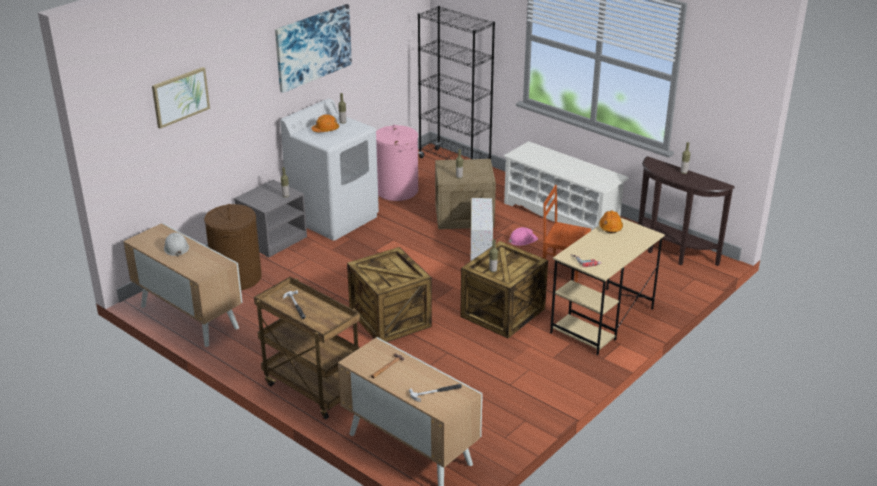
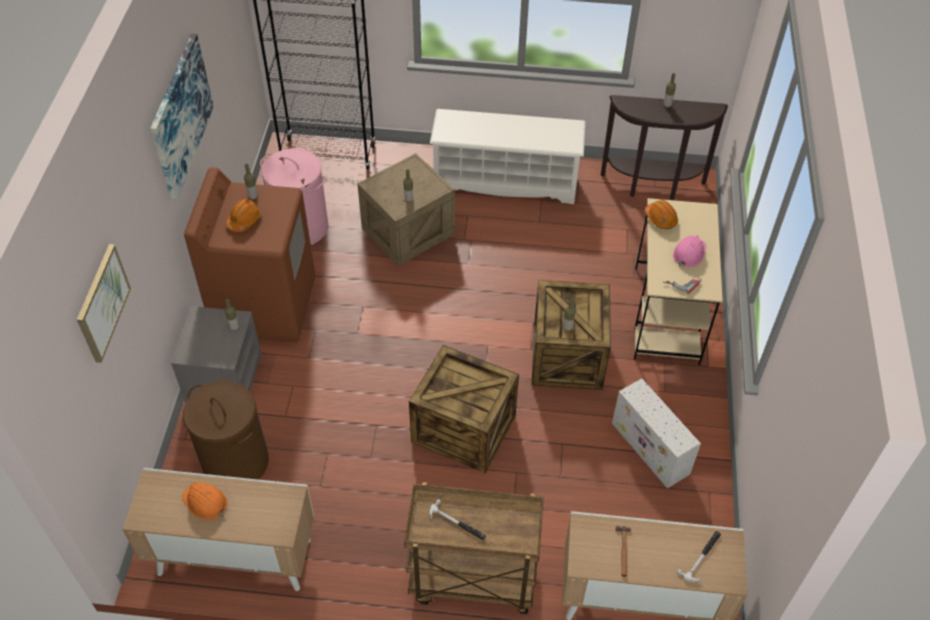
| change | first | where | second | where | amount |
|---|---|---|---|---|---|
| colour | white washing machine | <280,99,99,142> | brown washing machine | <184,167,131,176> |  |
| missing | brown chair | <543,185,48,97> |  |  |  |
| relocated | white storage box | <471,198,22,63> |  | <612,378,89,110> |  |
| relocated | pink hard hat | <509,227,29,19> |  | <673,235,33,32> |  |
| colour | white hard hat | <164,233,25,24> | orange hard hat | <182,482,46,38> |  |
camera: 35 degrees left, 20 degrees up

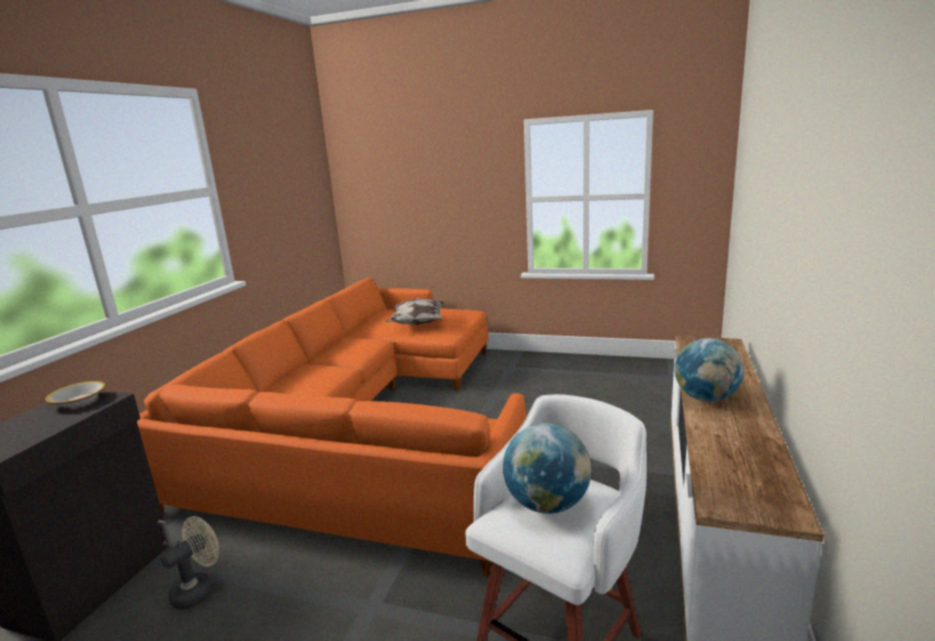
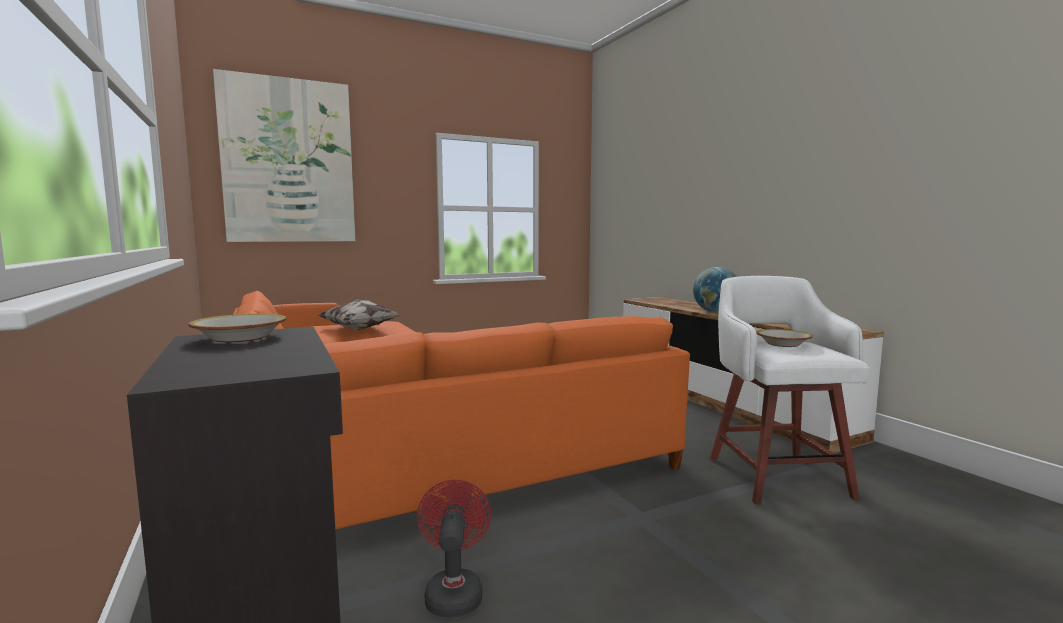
| change | first | where | second | where | amount |
|---|---|---|---|---|---|
| exchanged | globe | <503,423,88,91> | bowl | <756,329,57,18> |  |
| colour | beige fan | <160,516,59,94> | red fan | <417,480,74,137> |  |
| appeared |  |  | picture | <213,69,142,173> |  |
camera: 45 degrees left, 10 degrees down

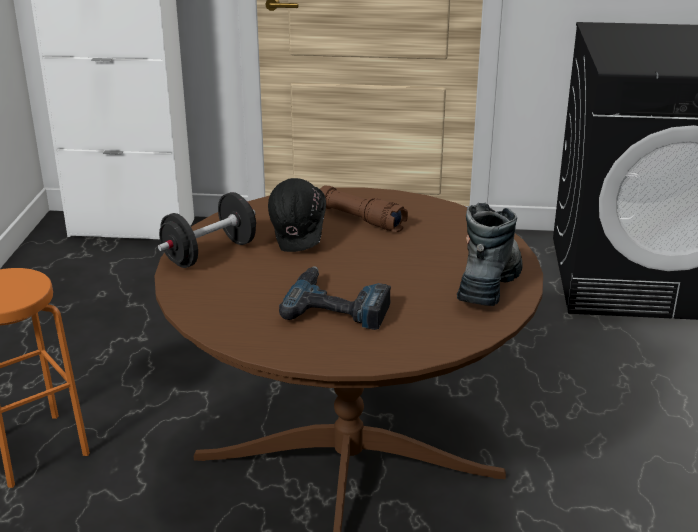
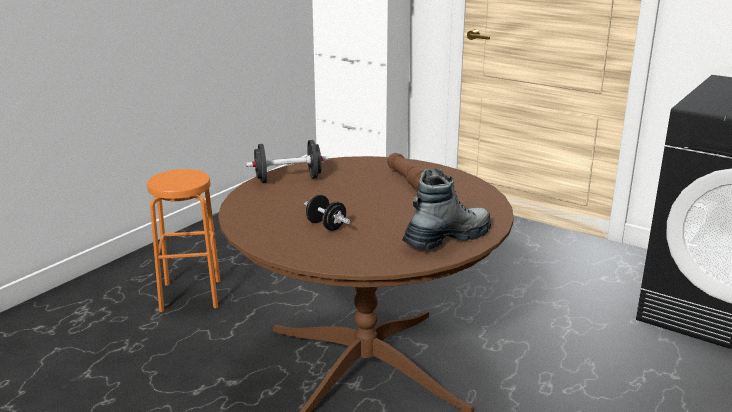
| change | first | where | second | where | amount |
|---|---|---|---|---|---|
| missing | black hard hat | <268,178,58,74> |  |  |  |
| exchanged | power drill | <279,266,112,64> | black dumbbell | <304,195,46,36> |  |
camera: 30 degrees right, 5 degrees down

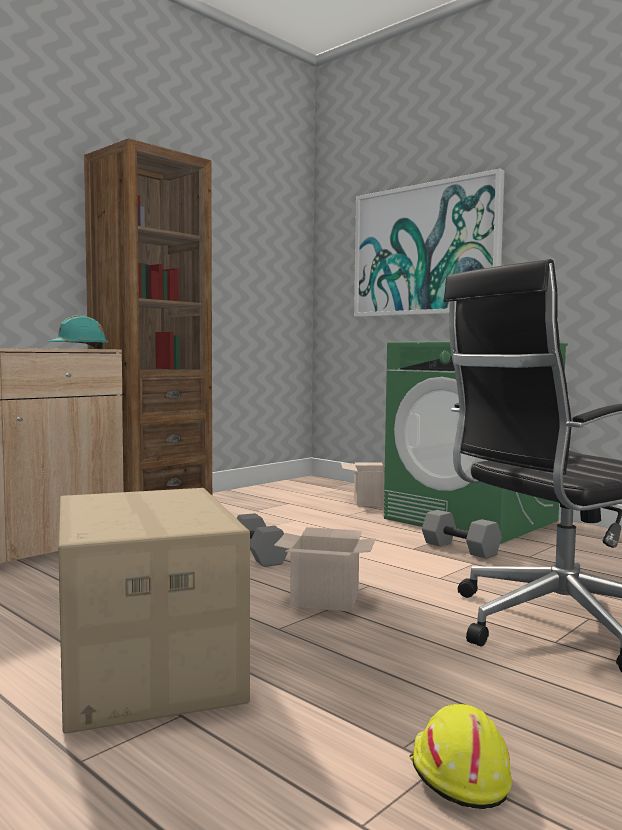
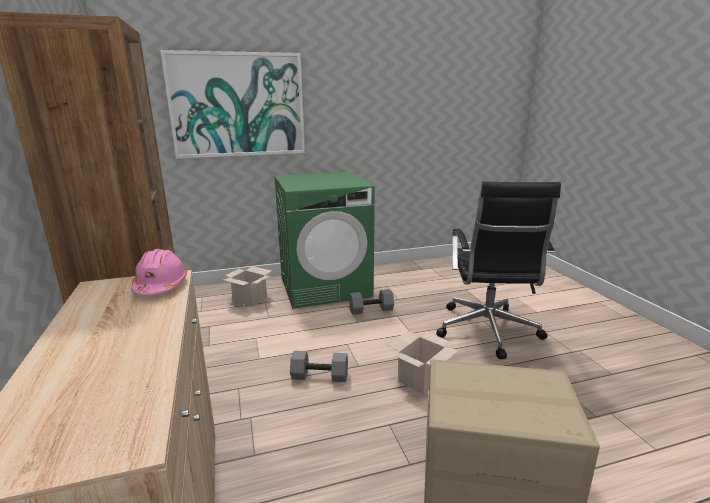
| change | first | where | second | where | amount |
|---|---|---|---|---|---|
| colour | turquoise hard hat | <48,315,61,34> | pink hard hat | <131,249,56,46> |  |
| missing | yellow hard hat | <410,704,102,105> |  |  |  |
camera: 60 degrees left, 15 degrees up

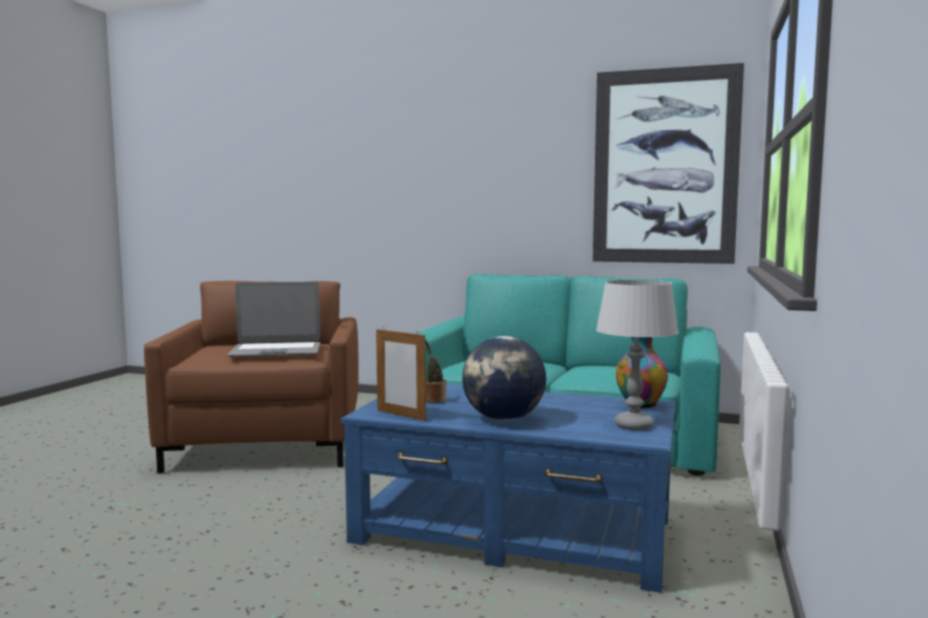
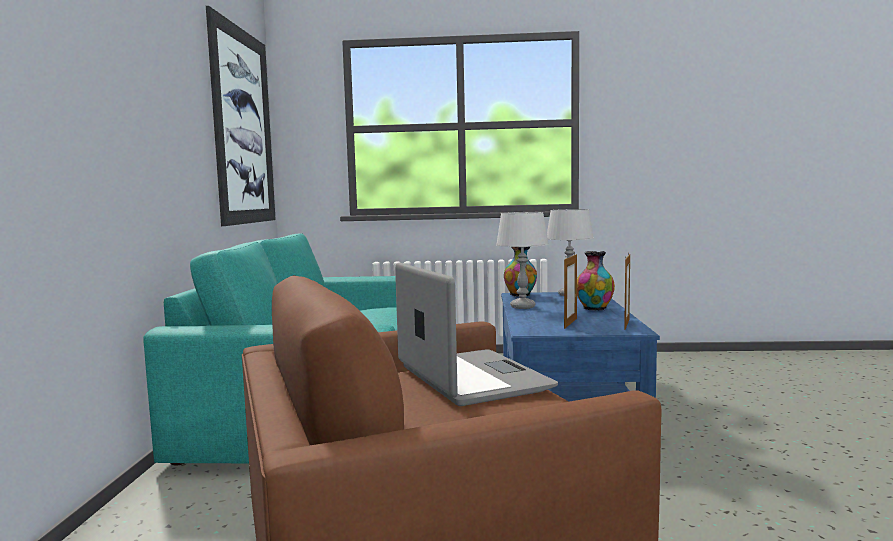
| change | first | where | second | where | amount |
|---|---|---|---|---|---|
| exchanged | globe | <462,336,84,85> | vase | <577,251,38,60> |  |
| exchanged | potted plant | <425,339,22,64> | picture frame | <564,254,13,75> |  |
| appeared |  |  | grey table lamp | <496,212,53,97> |  |
camera: 105 degrees left, 0 degrees up

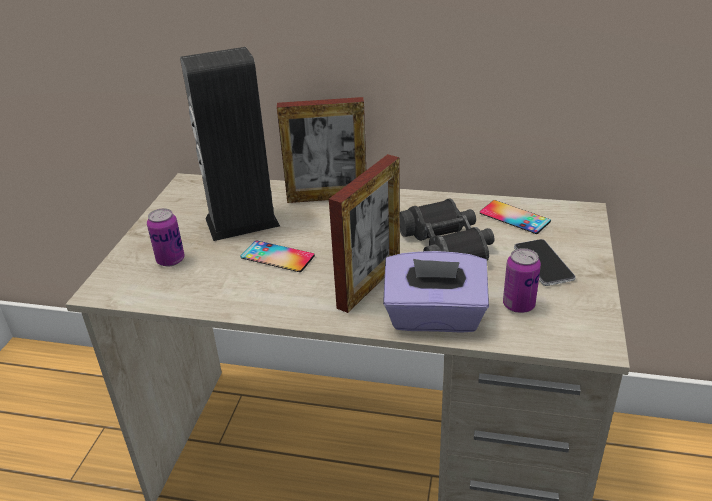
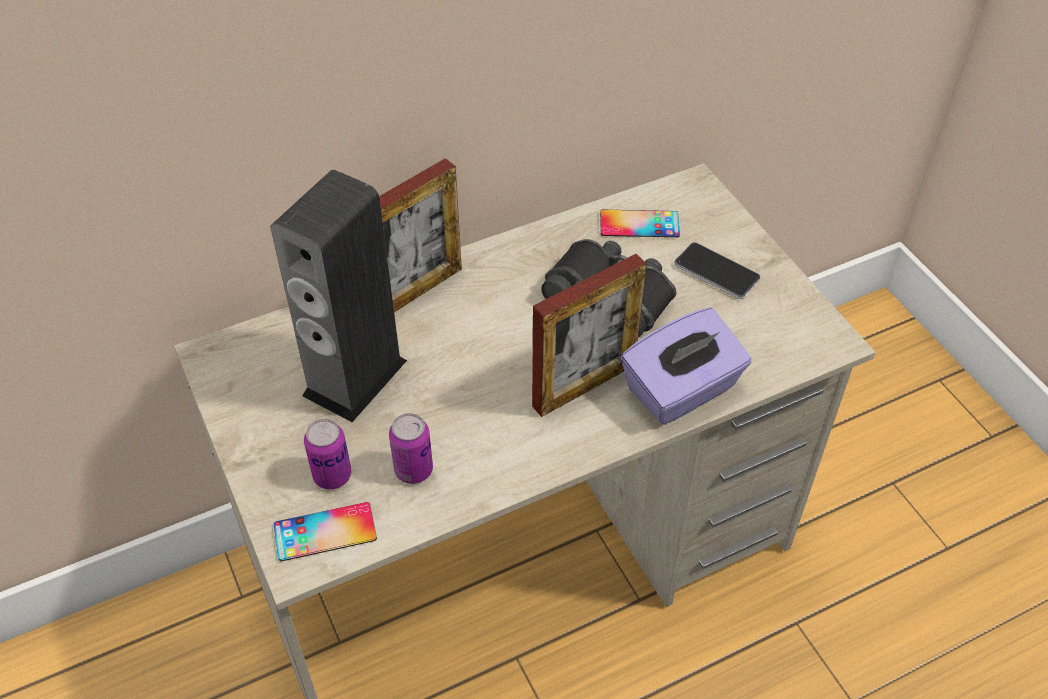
| change | first | where | second | where | amount |
|---|---|---|---|---|---|
| spun | picture frame | <329,154,71,159> |  | <532,254,115,163> | 60 degrees clockwise |
| relocated | phone | <241,240,74,32> |  | <274,502,103,59> |  |
| relocated | can | <503,248,38,65> |  | <389,413,44,71> |  |
camera: 40 degrees left, 15 degrees up

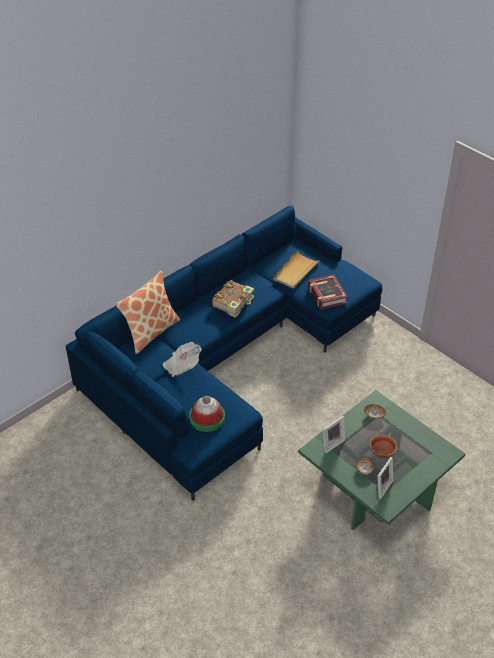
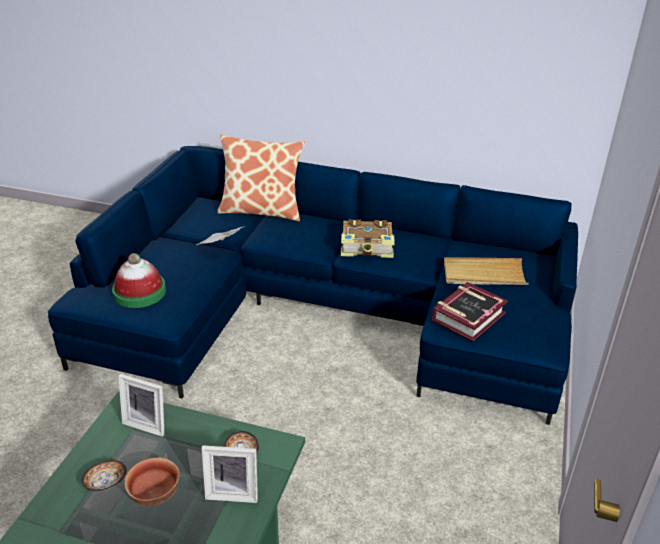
| change | first | where | second | where | amount |
|---|---|---|---|---|---|
| relocated | picture frame | <376,457,17,42> |  | <201,445,57,58> |  |
camera: 60 degrees right, 10 degrees down

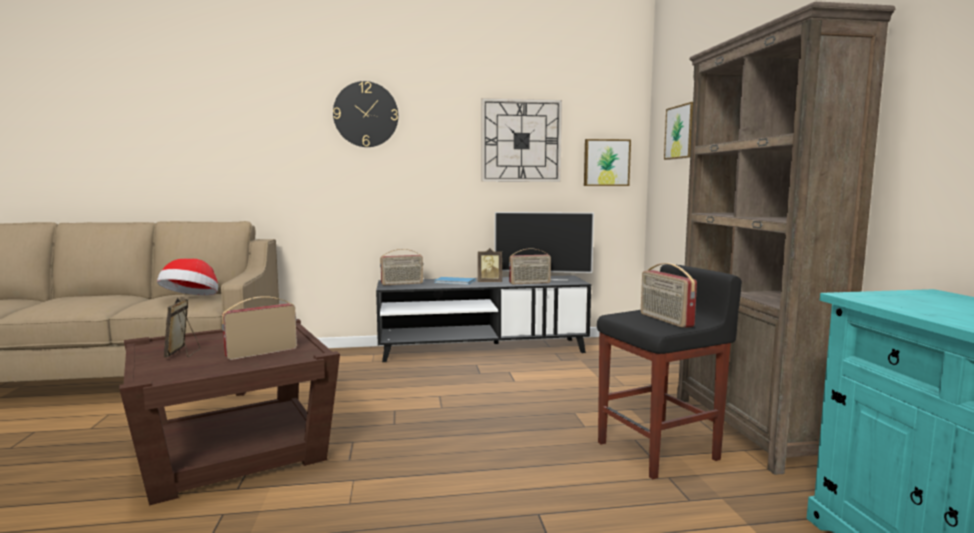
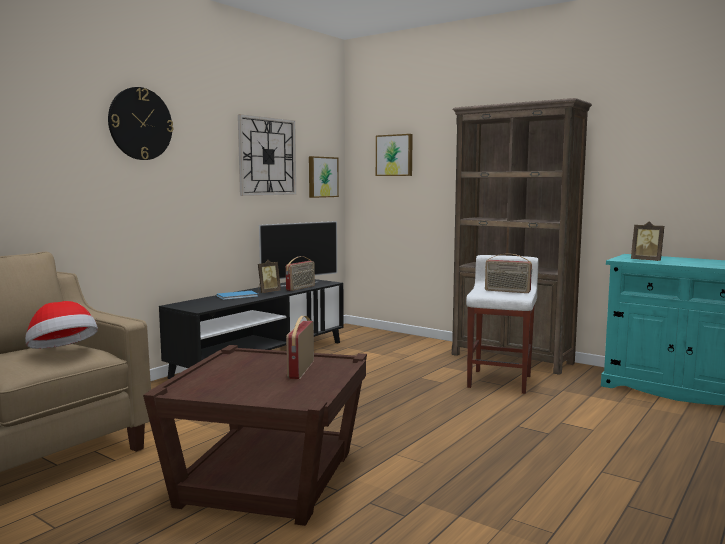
| change | first | where | second | where | amount |
|---|---|---|---|---|---|
| missing | radio | <380,249,43,36> |  |  |  |
| colour | black stool | <597,264,145,215> | white stool | <466,255,72,139> |  |
| relocated | picture frame | <164,297,36,61> |  | <631,221,33,40> |  |
camera: 45 degrees left, 0 degrees up

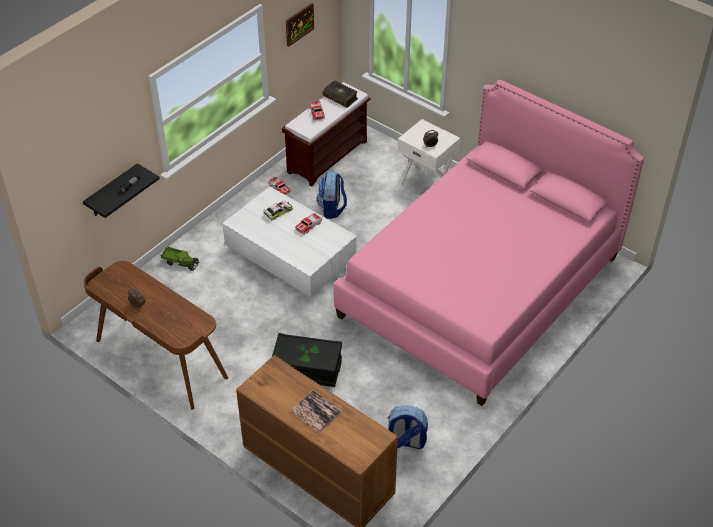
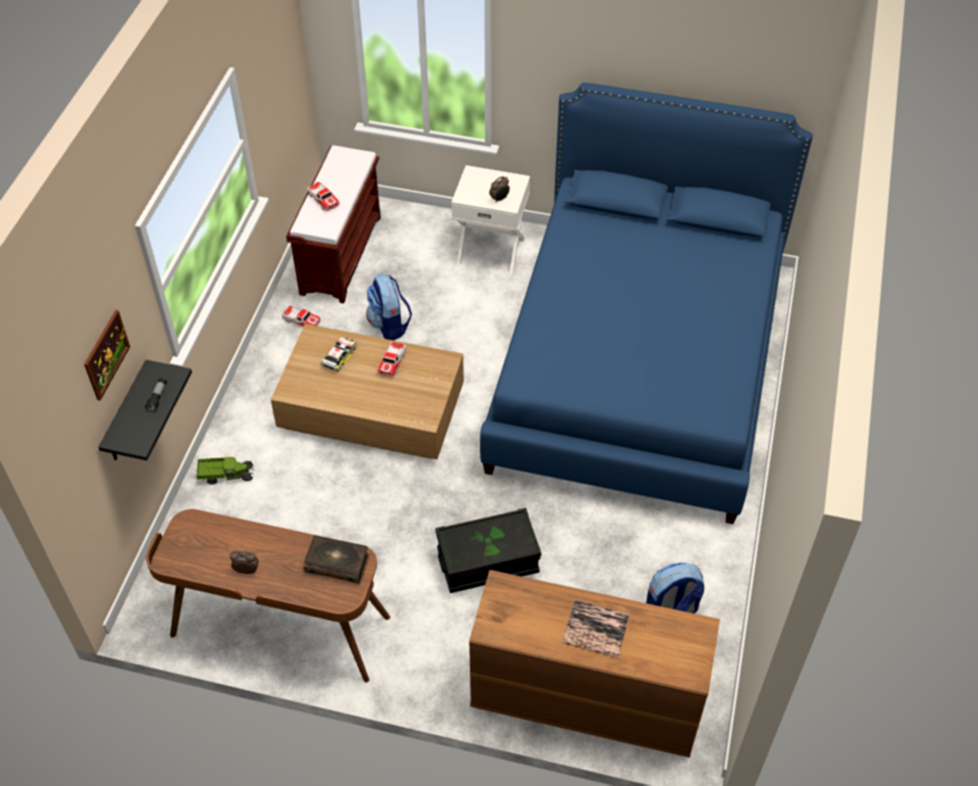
| change | first | where | second | where | amount |
|---|---|---|---|---|---|
| relocated | picture | <286,3,28,44> |  | <84,310,46,91> |  |
| relocated | book | <323,80,35,28> |  | <304,535,65,49> |  |
| colour | pink bed | <334,80,310,326> | blue bed | <480,83,333,441> |  |
| colour | white coffee table | <223,186,134,111> | brown coffee table | <271,324,193,135> |  |
camera: 25 degrees left, 5 degrees up

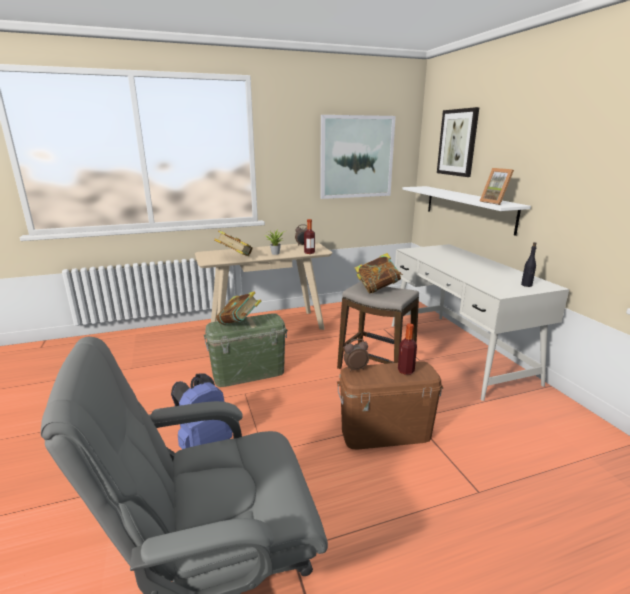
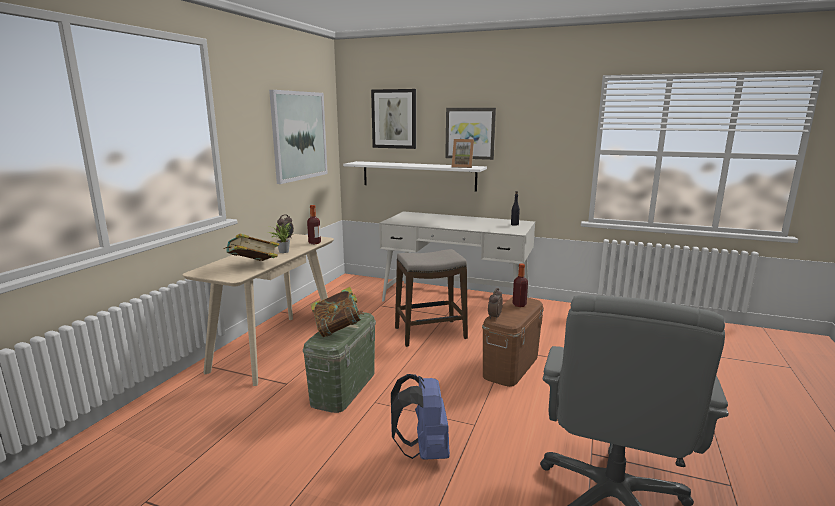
| change | first | where | second | where | amount |
|---|---|---|---|---|---|
| missing | book | <355,253,48,41> |  |  |  |
| appeared |  |  | picture | <445,108,51,52> |  |
camera: 50 degrees left, 5 degrees down

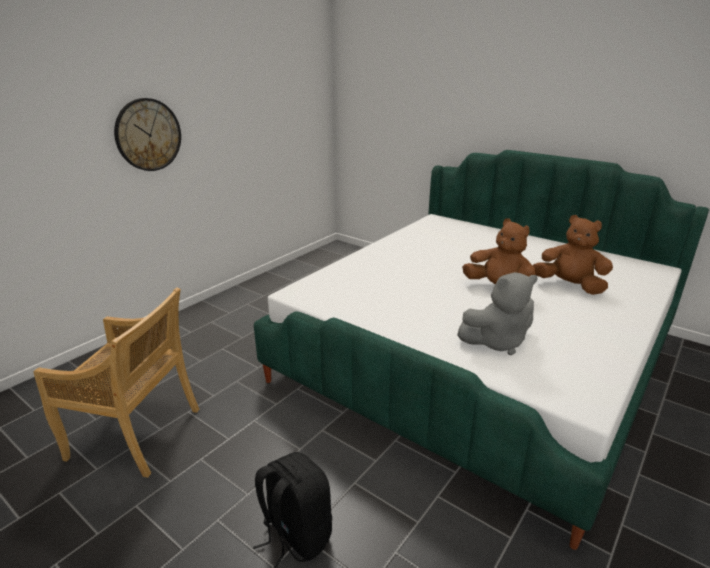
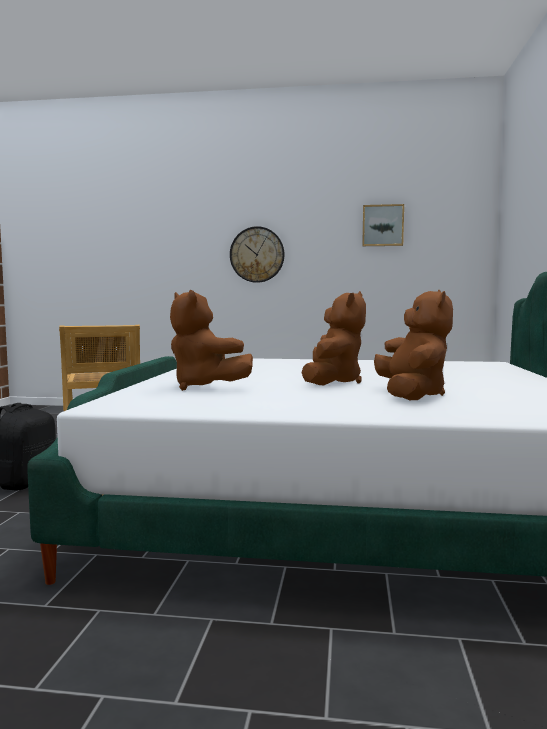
| change | first | where | second | where | amount |
|---|---|---|---|---|---|
| colour | grey plush toy | <457,272,81,83> | brown plush toy | <170,290,83,101> |  |
| appeared |  |  | picture | <362,204,42,42> |  |
camera: 60 degrees right, 20 degrees down

